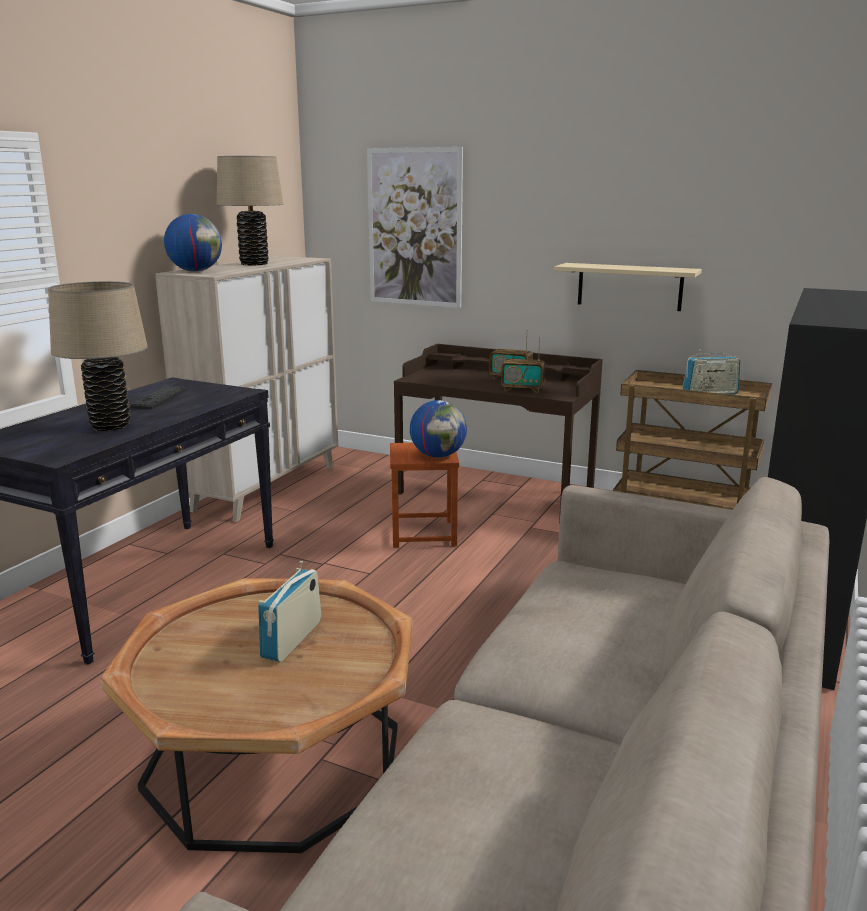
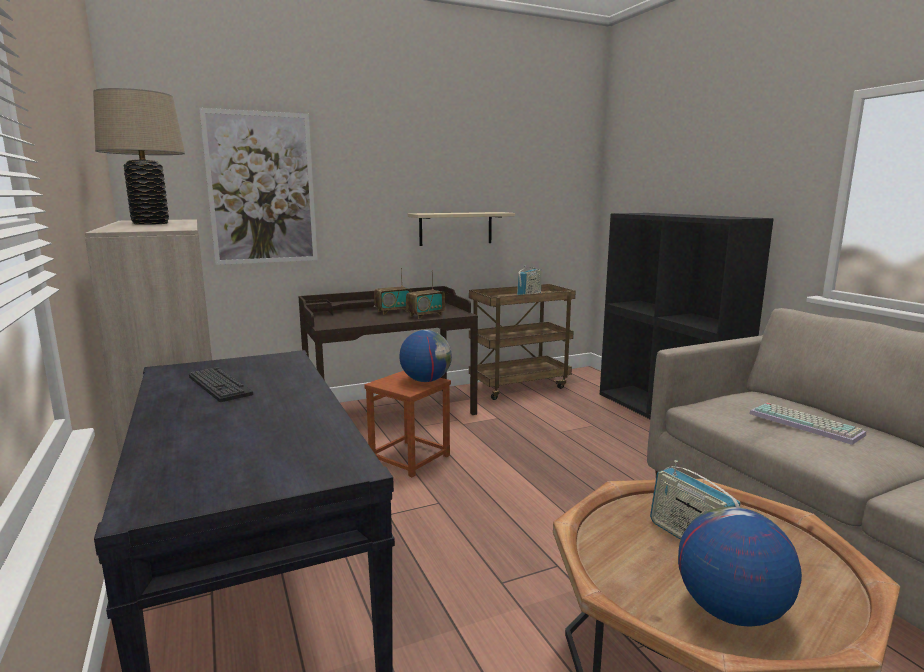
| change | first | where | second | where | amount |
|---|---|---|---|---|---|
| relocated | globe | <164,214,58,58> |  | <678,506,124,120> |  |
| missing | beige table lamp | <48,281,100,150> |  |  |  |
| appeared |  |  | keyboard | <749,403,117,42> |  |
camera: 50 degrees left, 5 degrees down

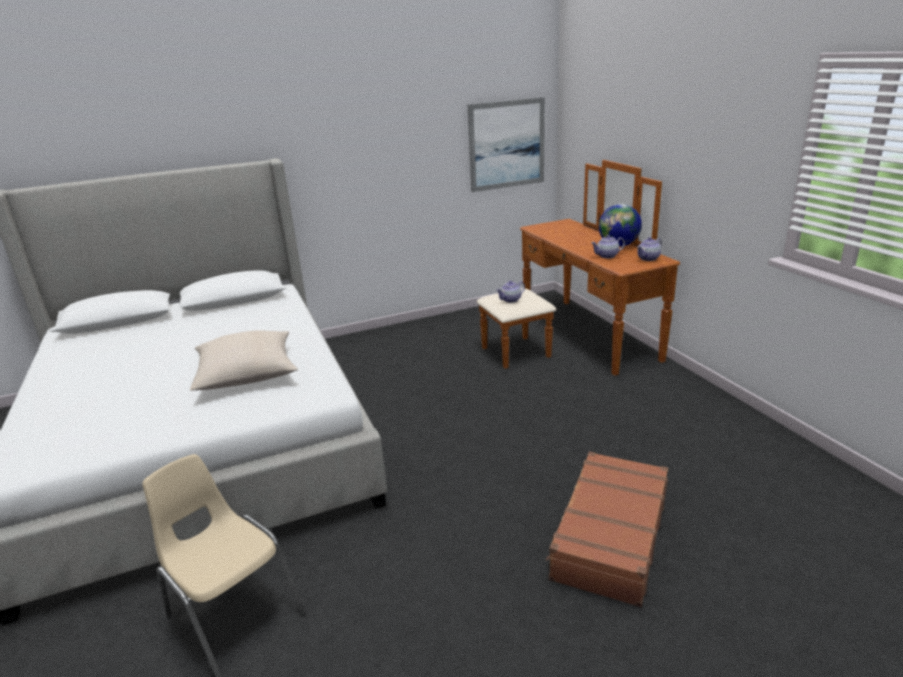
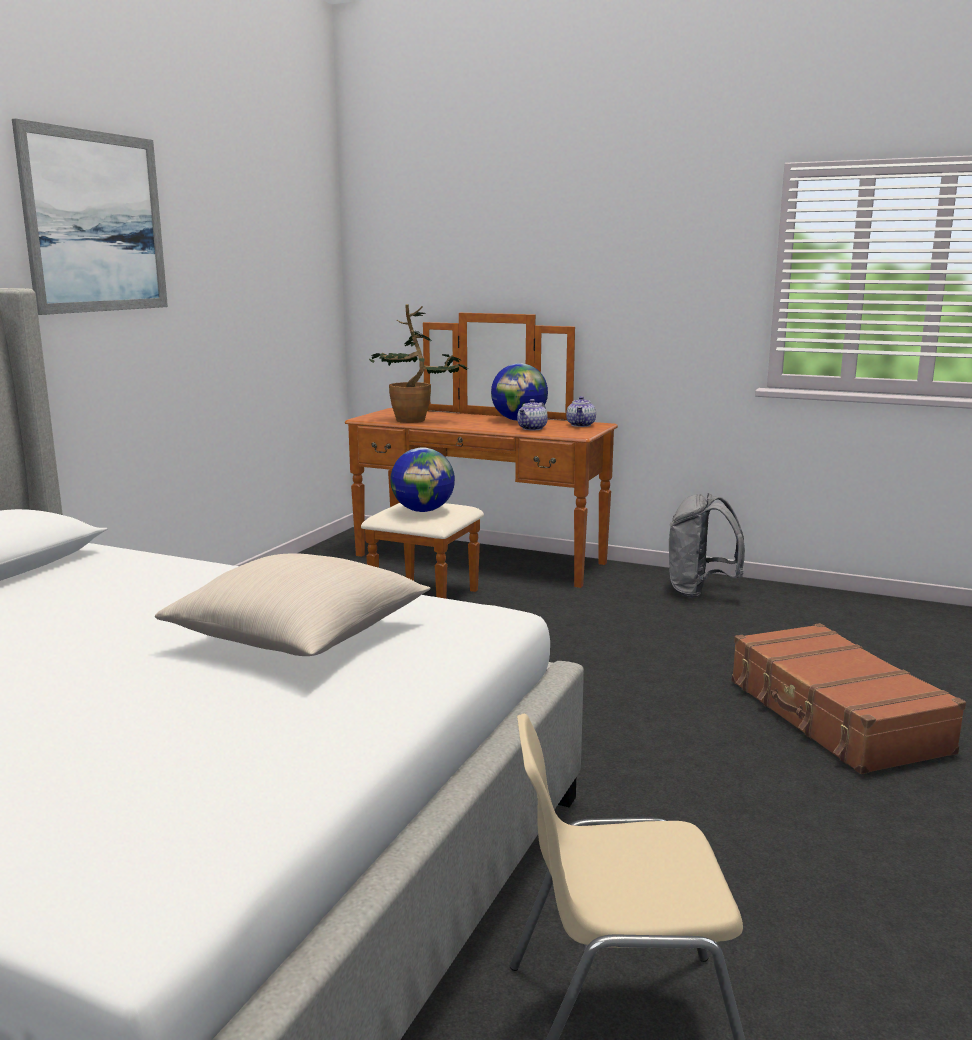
| change | first | where | second | where | amount |
|---|---|---|---|---|---|
| relocated | picture | <468,97,77,95> |  | <12,118,156,197> |  |
| exchanged | teapot | <496,281,29,22> | globe | <390,448,65,64> |  |
| appeared |  |  | potted plant | <369,304,98,119> |  |
| appeared |  |  | grey backpack | <669,493,76,105> |  |
camera: 45 degrees left, 10 degrees down

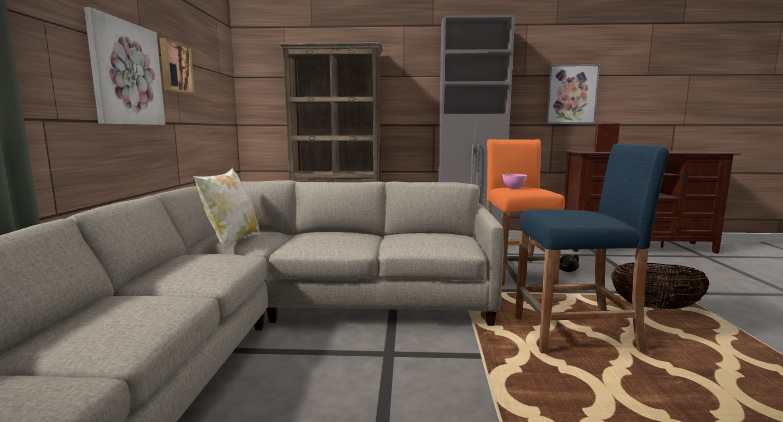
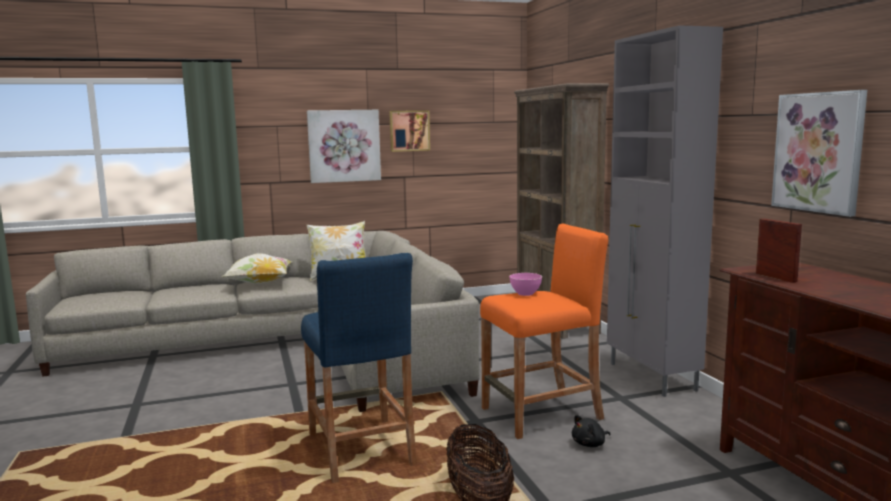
| change | first | where | second | where | amount |
|---|---|---|---|---|---|
| appeared |  |  | pillow | <223,253,69,31> |  |
camera: 70 degrees right, 0 degrees up

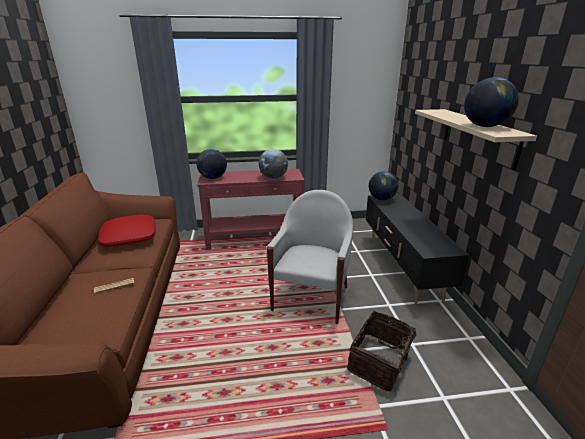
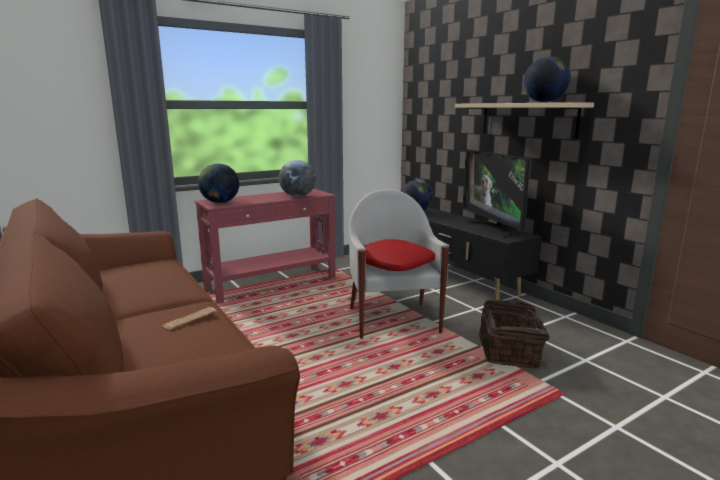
| change | first | where | second | where | amount |
|---|---|---|---|---|---|
| relocated | red pillow | <98,215,58,32> |  | <364,239,71,32> |  |
| appeared |  |  | television | <463,149,68,89> |  |
camera: 25 degrees left, 10 degrees down

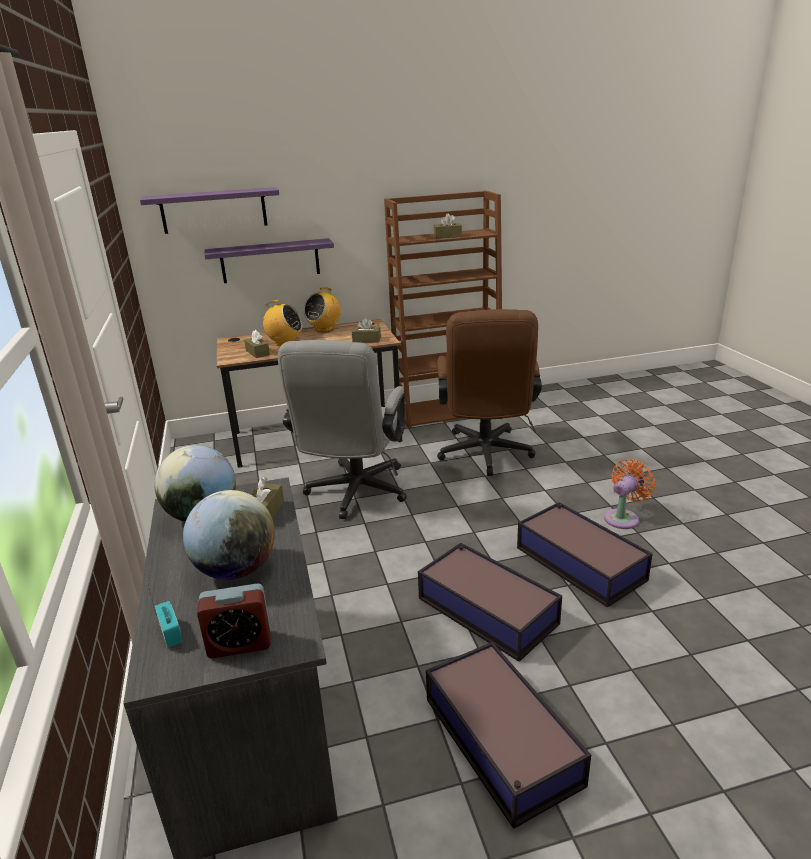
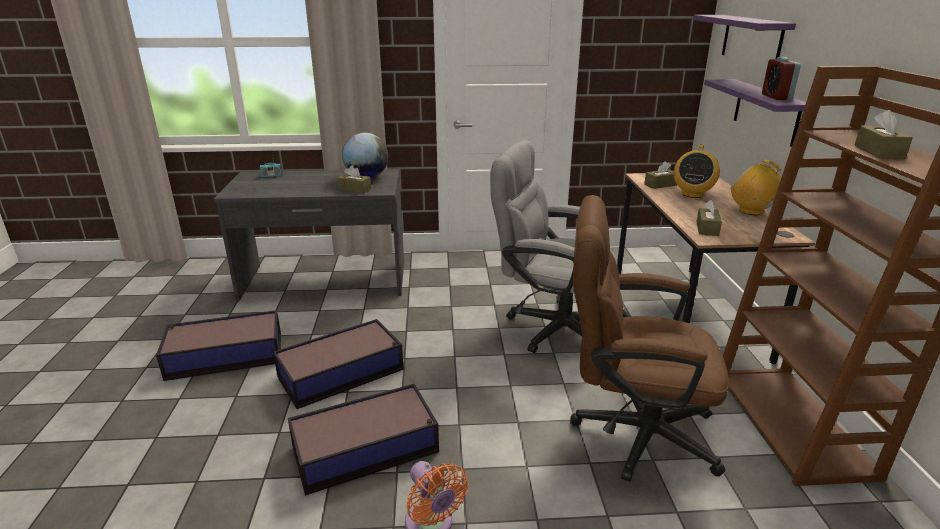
| change | first | where | second | where | amount |
|---|---|---|---|---|---|
| missing | globe | <183,490,92,90> |  |  |  |
| relocated | alarm clock | <197,583,74,75> |  | <762,57,39,43> |  |
camera: 100 degrees right, 0 degrees up

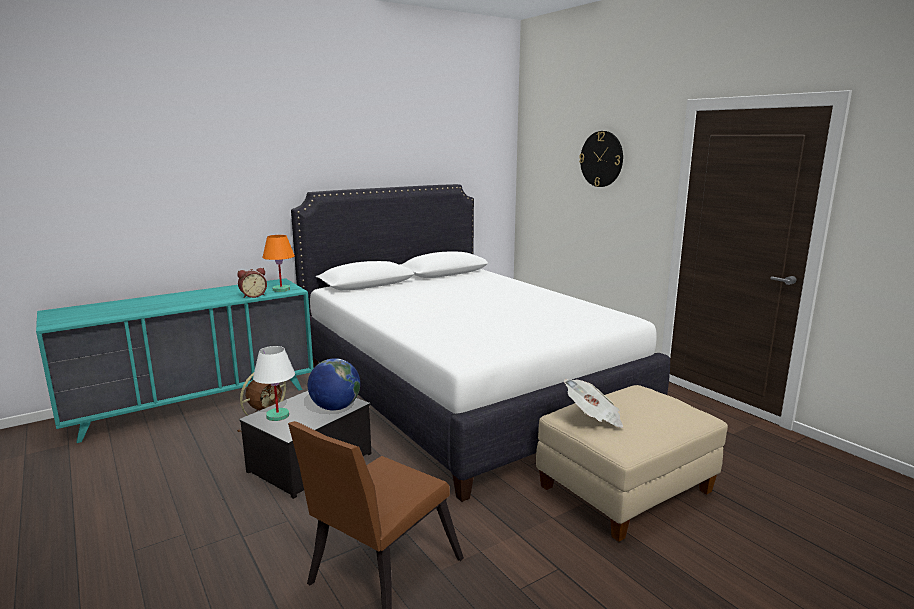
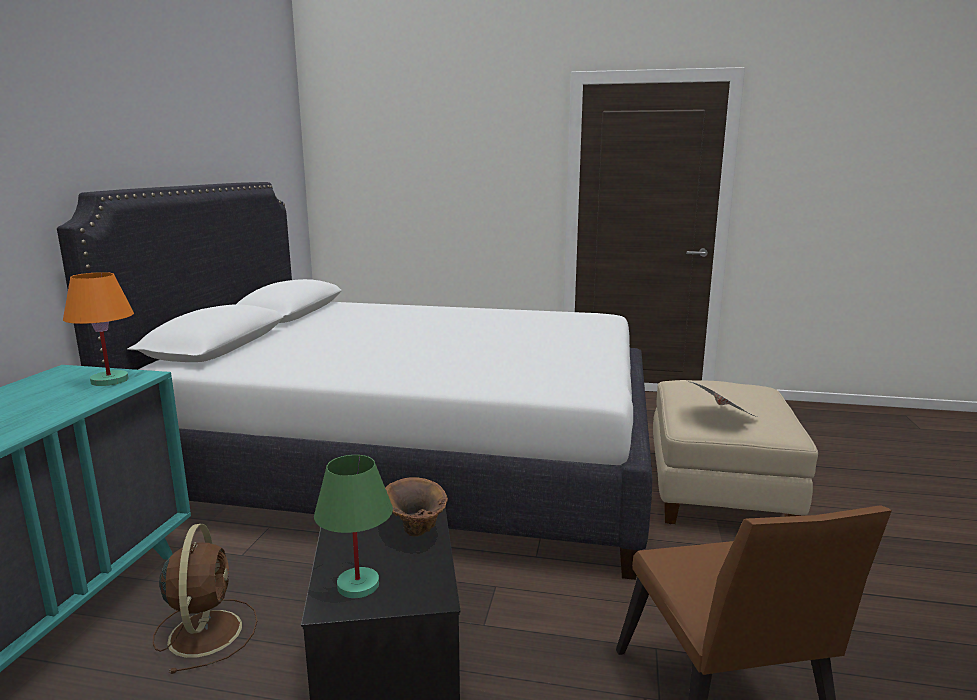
| change | first | where | second | where | amount |
|---|---|---|---|---|---|
| missing | wall clock | <579,131,44,56> |  |  |  |
| missing | alarm clock | <237,268,30,30> |  |  |  |
| colour | white table lamp | <253,346,42,75> | green table lamp | <314,455,79,143> |  |
| exchanged | globe | <308,358,52,53> | brown vase | <385,477,63,59> |  |
camera: 45 degrees left, 0 degrees up

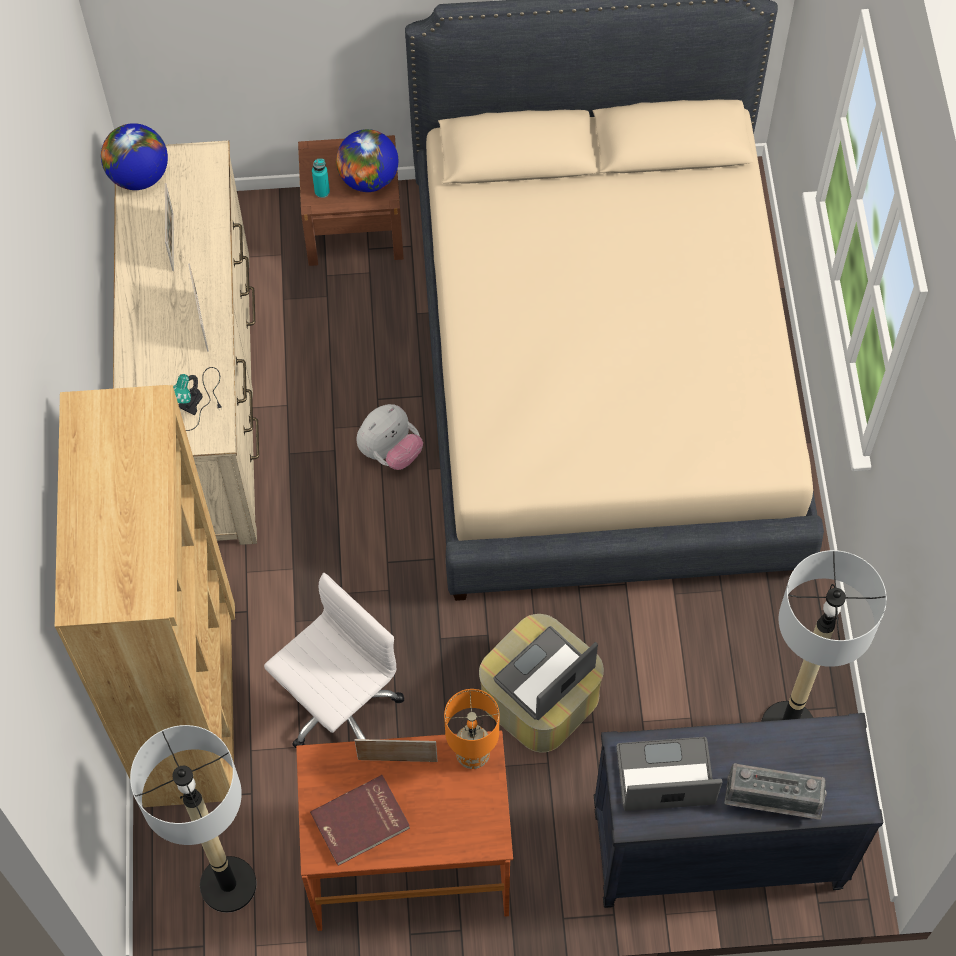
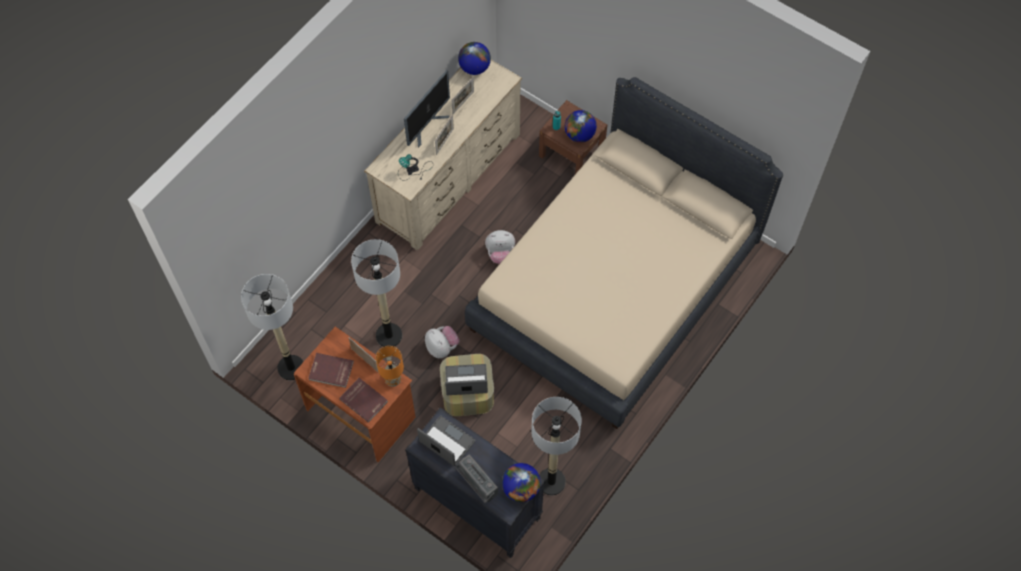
| change | first | where | second | where | amount |
|---|---|---|---|---|---|
| missing | brown bookcase | <55,385,180,423> |  |  |  |
| exchanged | white office chair | <264,573,141,175> | floor lamp | <351,239,51,108> |  |
| appeared |  |  | monitor | <404,70,46,77> |  |
| appeared |  |  | plush toy | <425,326,35,32> |  |
| appeared |  |  | red book | <339,378,49,45> |  |
| appeared |  |  | globe | <502,463,39,39> |  |
camera: 40 degrees right, 0 degrees up

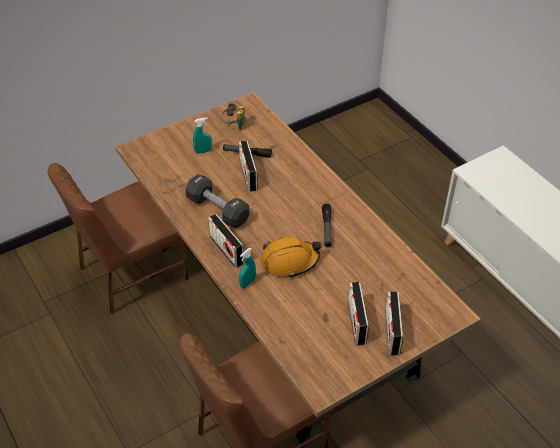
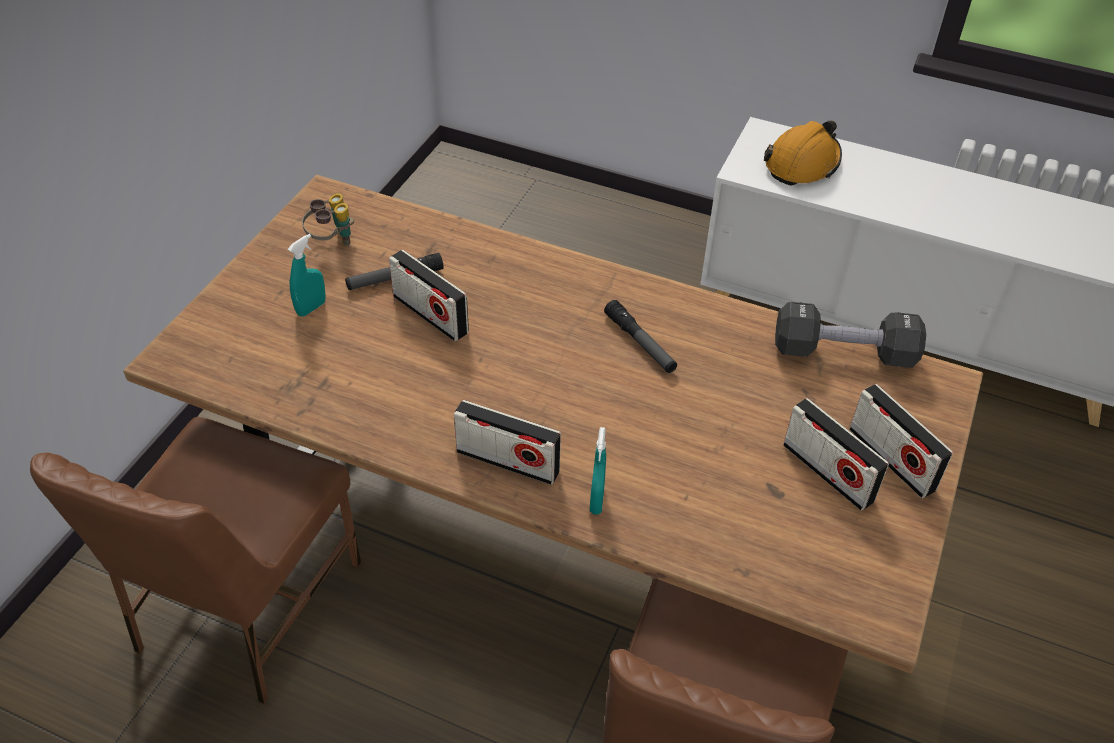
| change | first | where | second | where | amount |
|---|---|---|---|---|---|
| relocated | black dumbbell | <185,174,64,54> |  | <775,302,151,66> |  |
| relocated | orange hard hat | <261,237,61,41> |  | <764,121,78,65> |  |
camera: 35 degrees left, 0 degrees up

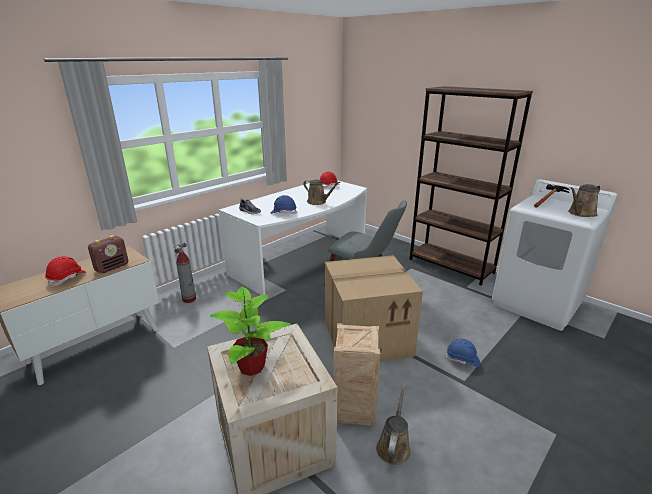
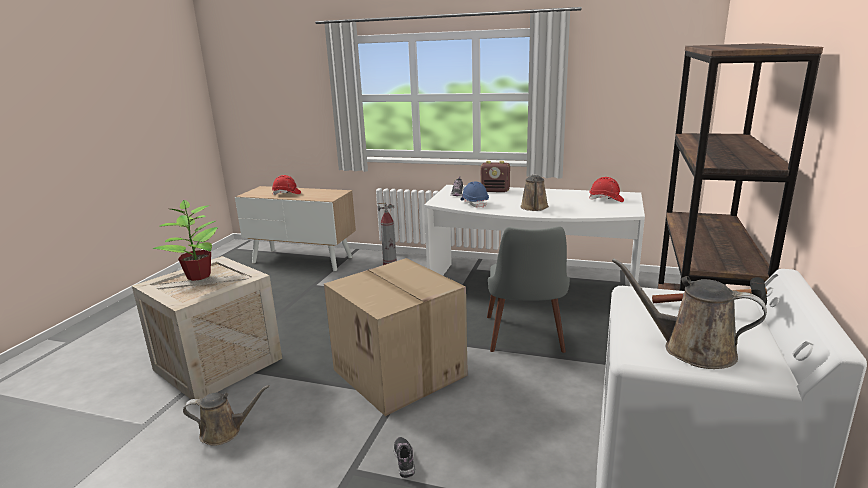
| change | first | where | second | where | amount |
|---|---|---|---|---|---|
| relocated | radio | <88,235,41,39> |  | <480,161,30,31> |  |
| missing | crate | <334,323,46,103> |  |  |  |
| exchanged | blue hard hat | <445,339,35,28> | shoe | <394,437,21,41> |  |
camera: 65 degrees right, 5 degrees down

